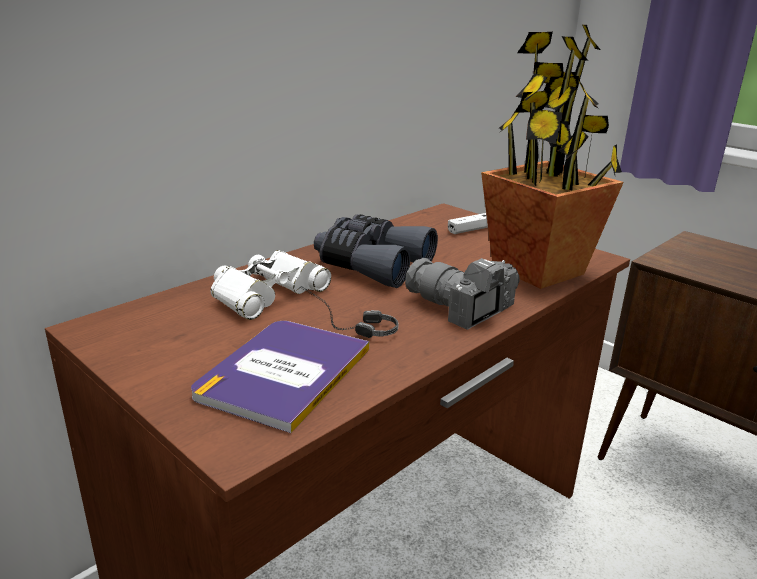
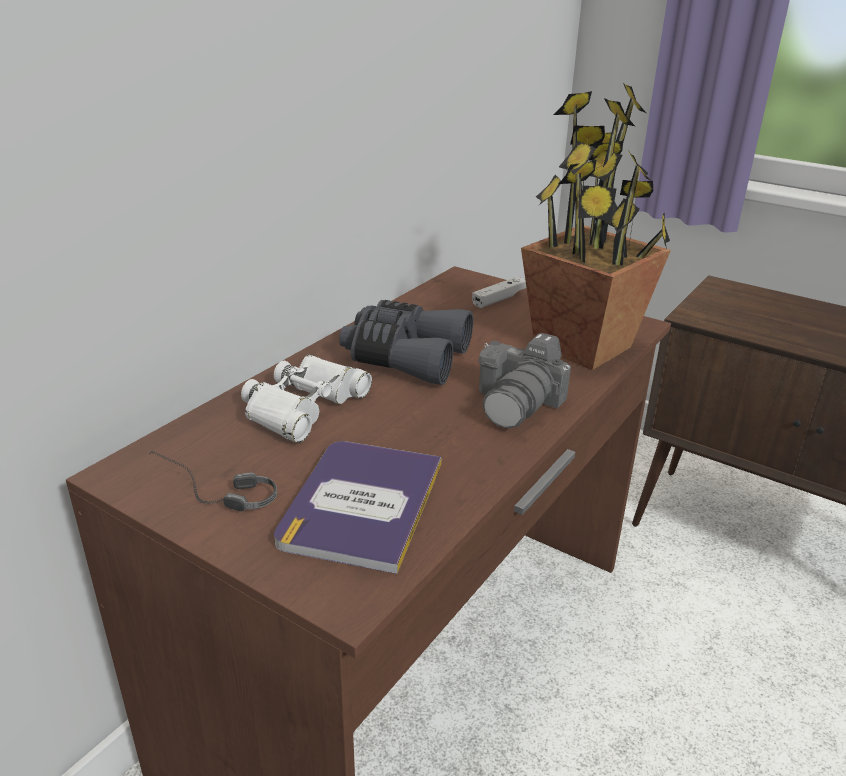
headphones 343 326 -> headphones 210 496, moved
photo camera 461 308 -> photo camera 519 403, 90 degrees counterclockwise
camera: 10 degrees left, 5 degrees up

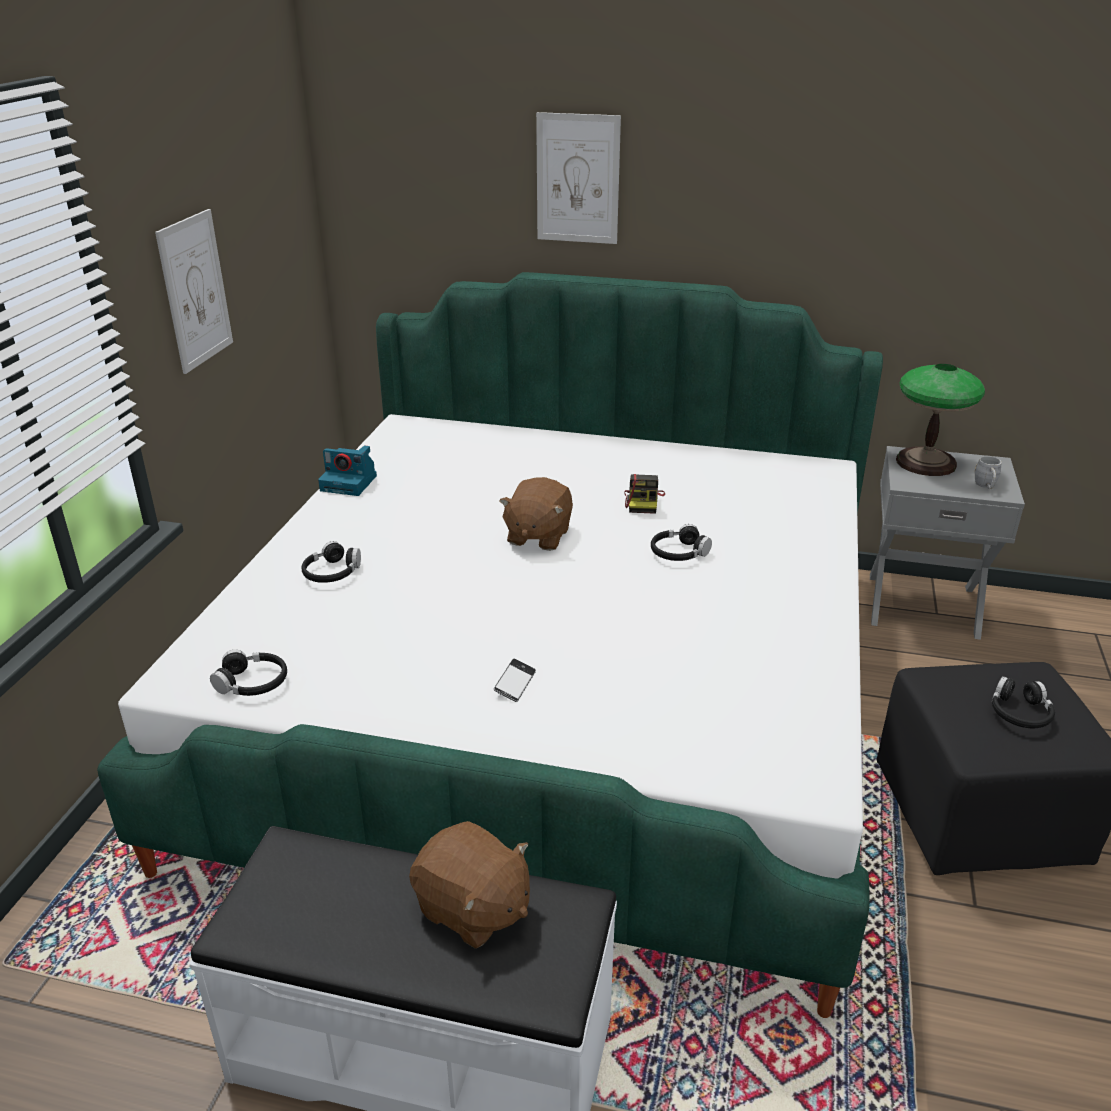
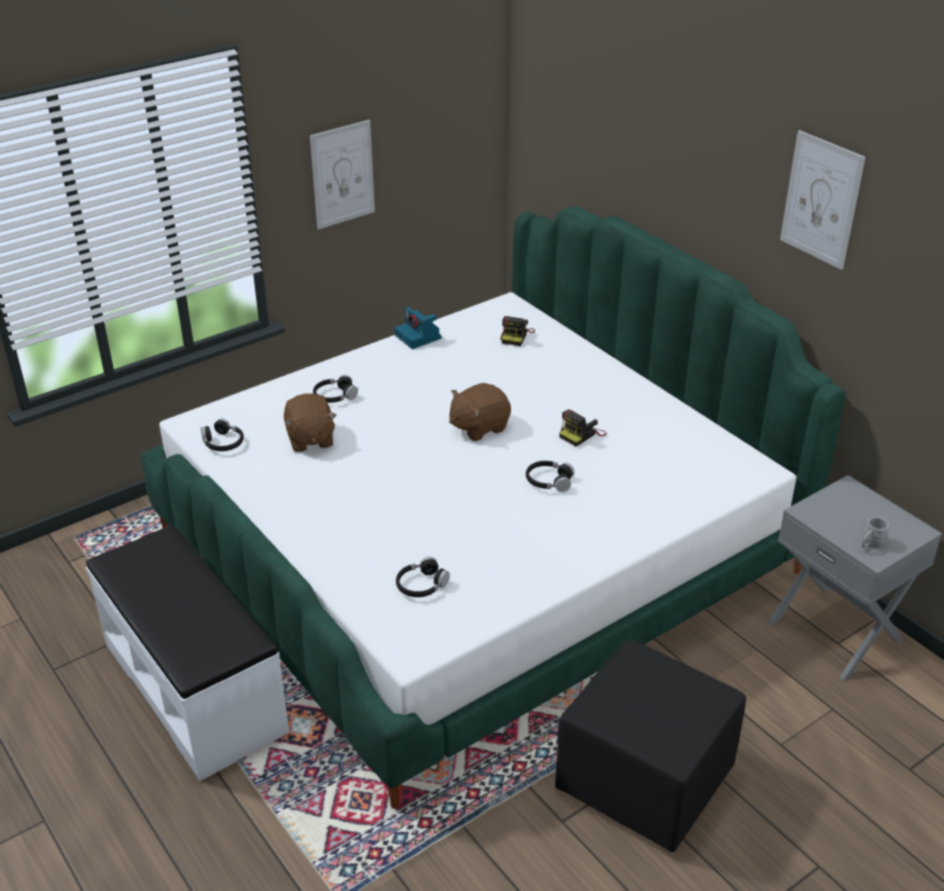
brown plush toy 472 909 -> brown plush toy 310 439, moved
phone 515 684 -> none
picture 577 179 -> picture 821 200, moved
table lamp 925 462 -> none
black headphones 1019 713 -> black headphones 421 585, moved
none -> photo camera 516 336
camera: 40 degrees right, 5 degrees up

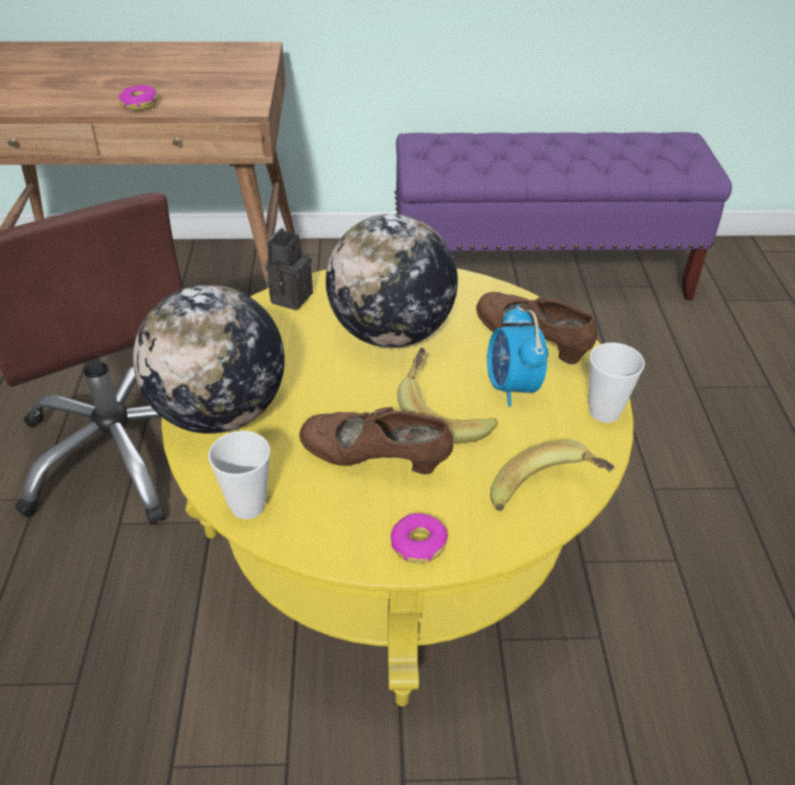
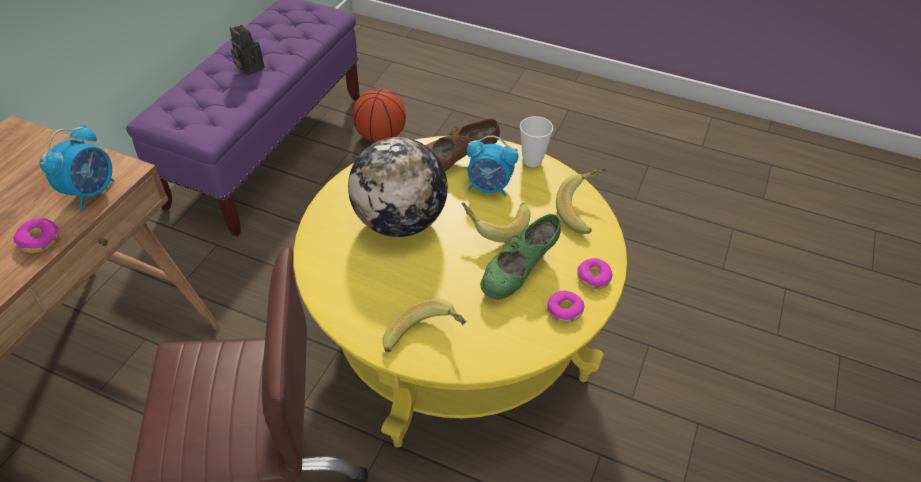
globe 219 413 -> banana 425 340
cup 247 506 -> none
photo camera 290 296 -> photo camera 248 67, moved
brown shoe 375 461 -> green shoe 518 273
none -> alarm clock 91 191
none -> basketball 380 136
none -> donut 564 310
camera: 65 degrees left, 5 degrees up

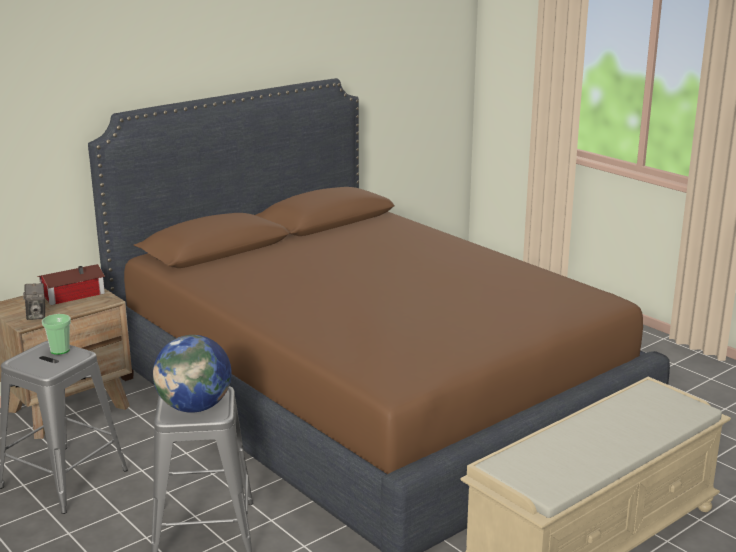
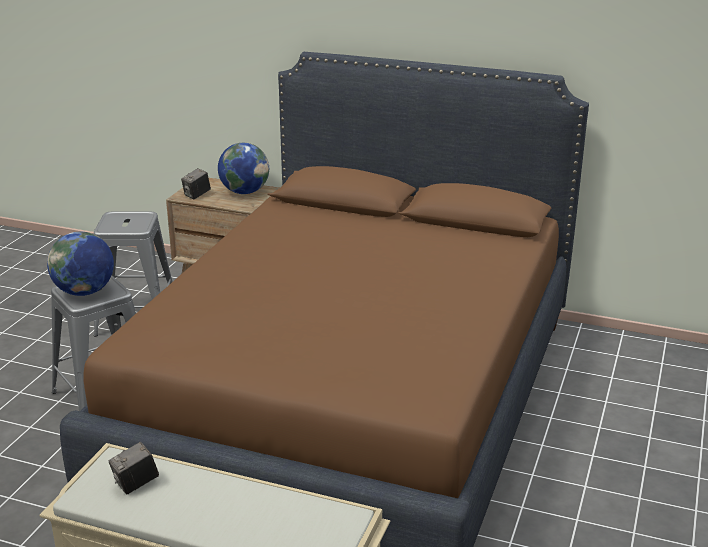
toy house 71 294 -> globe 244 192
cup 60 350 -> none
none -> photo camera 136 484
camera: 60 degrees right, 5 degrees up

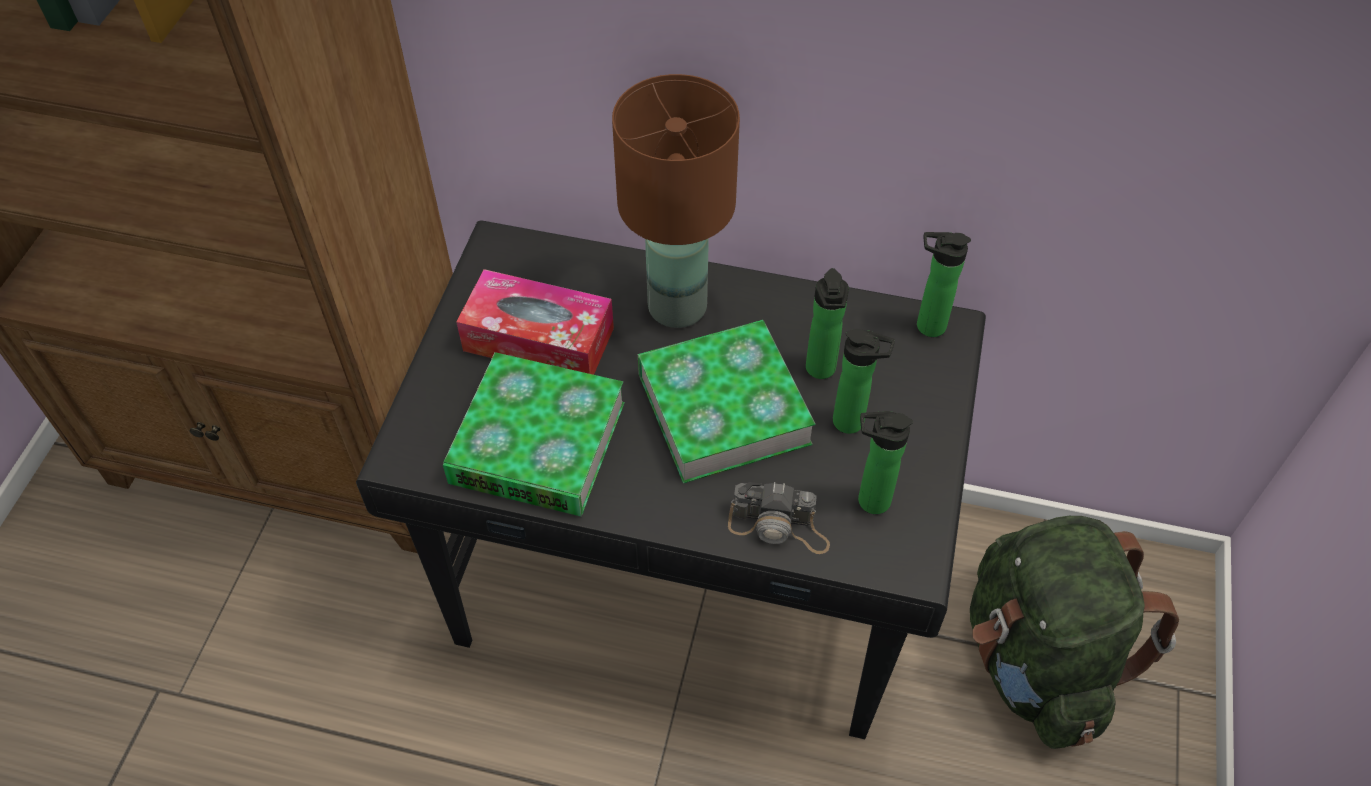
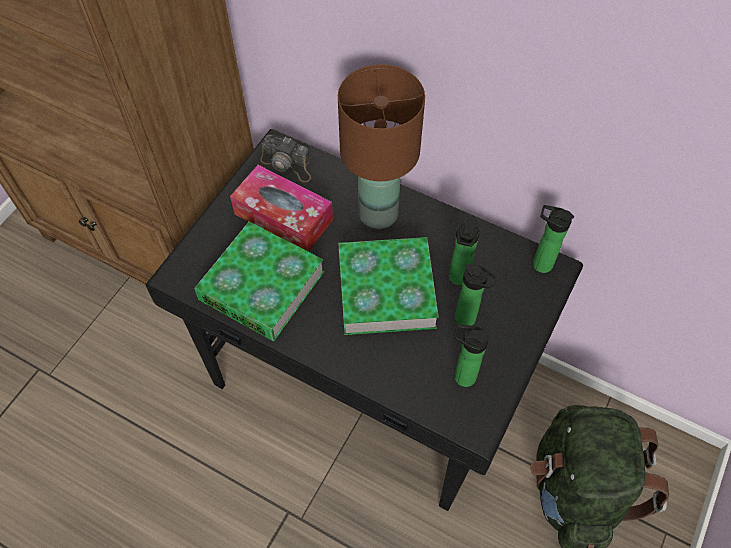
photo camera 779 527 -> photo camera 287 164, moved
camera: 15 degrees right, 5 degrees up

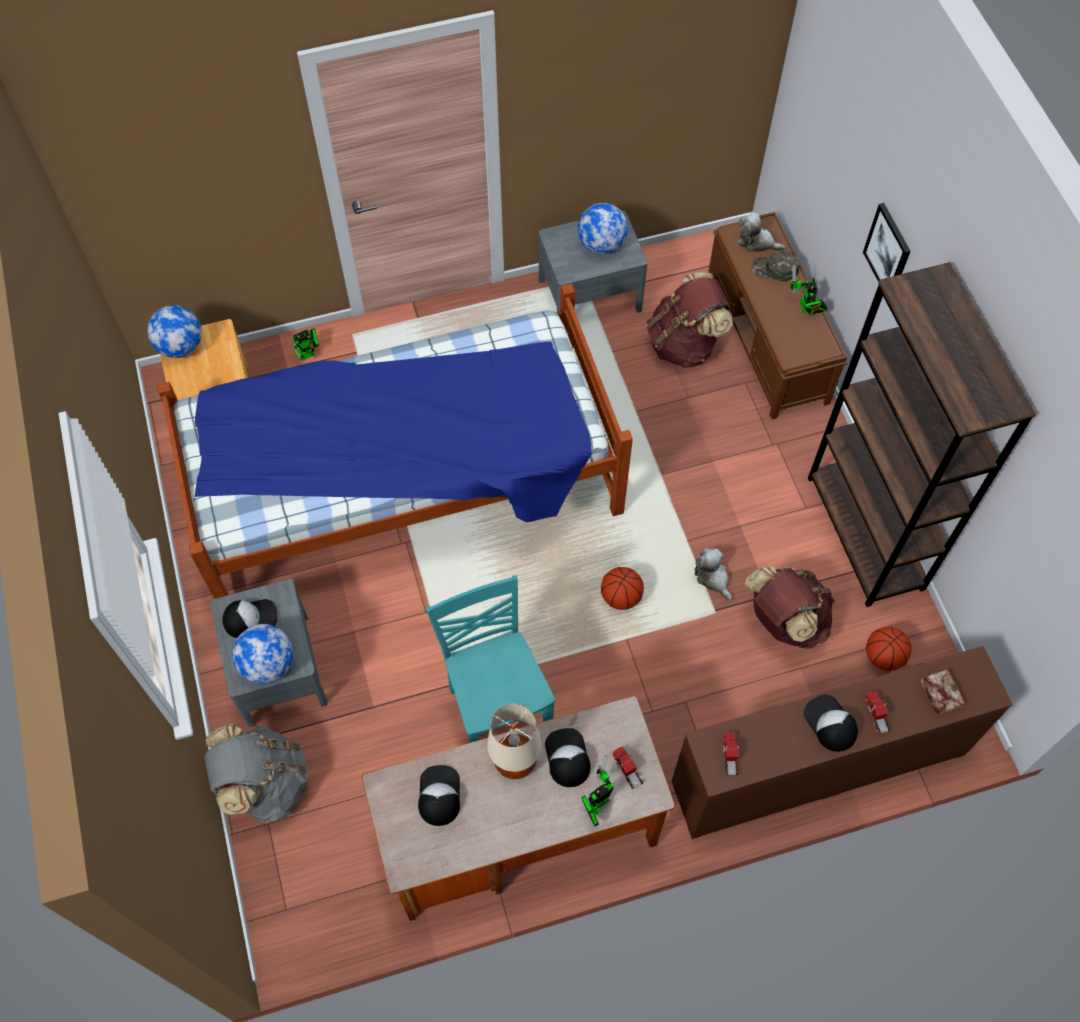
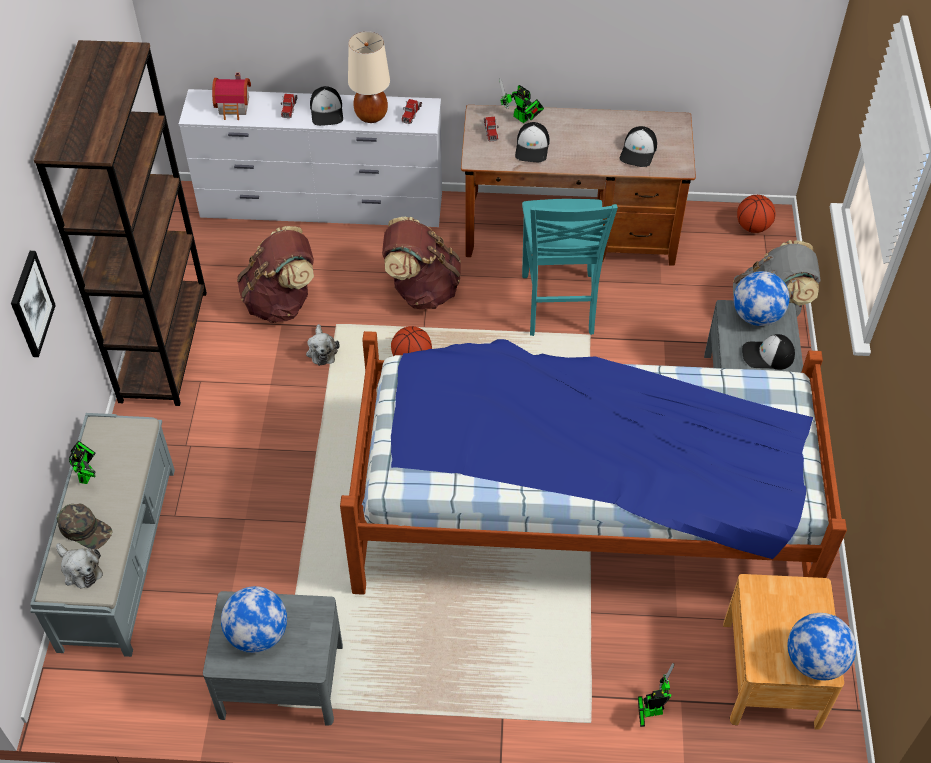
beige table lamp 515 761 -> beige table lamp 371 116, moved
toy robot 597 804 -> toy robot 522 119, 60 degrees clockwise
brown backpack 684 344 -> brown backpack 421 290, moved
brown dresser 817 767 -> white dresser 322 207
brown bench 767 340 -> grey bench 118 555
basketball 883 656 -> basketball 752 227, moved
book 939 693 -> toy house 235 107
camera: 160 degrees left, 10 degrees down

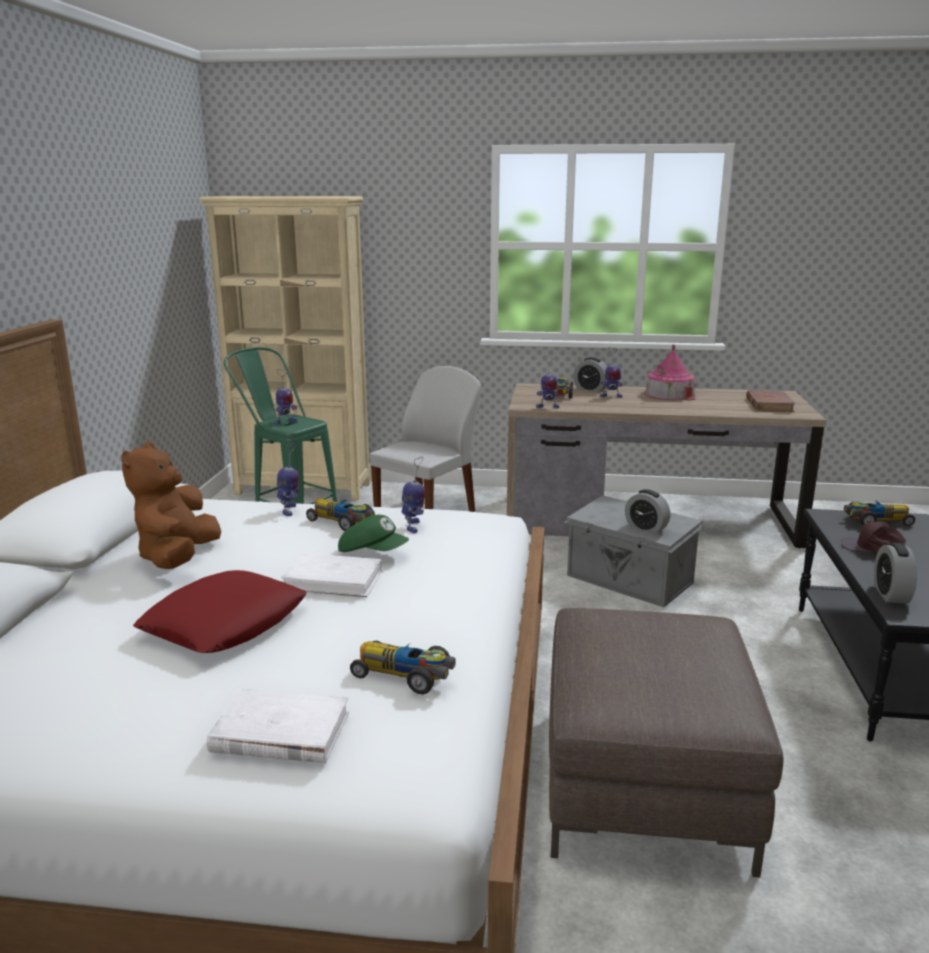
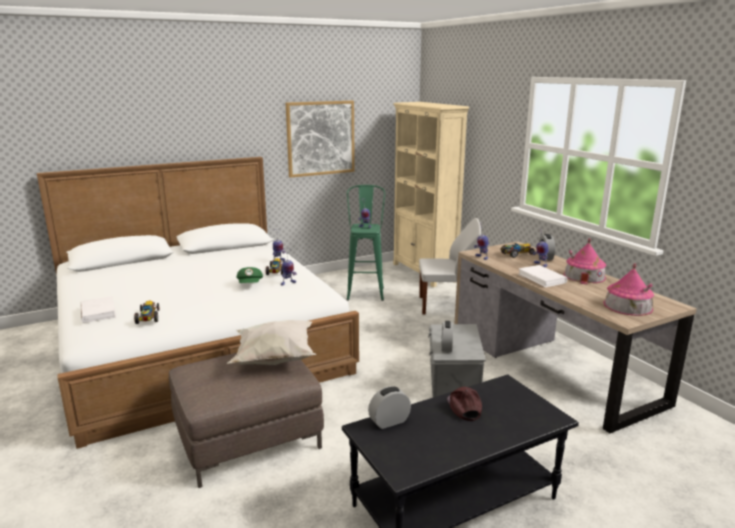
brown plush toy 178 558 -> none
red pillow 225 623 -> none
white book 334 580 -> white book 542 278, moved
brown book 769 404 -> toy house 627 306
toy car 875 521 -> none
none -> white pillow 274 359
none -> picture 320 138
camera: 55 degrees right, 0 degrees up

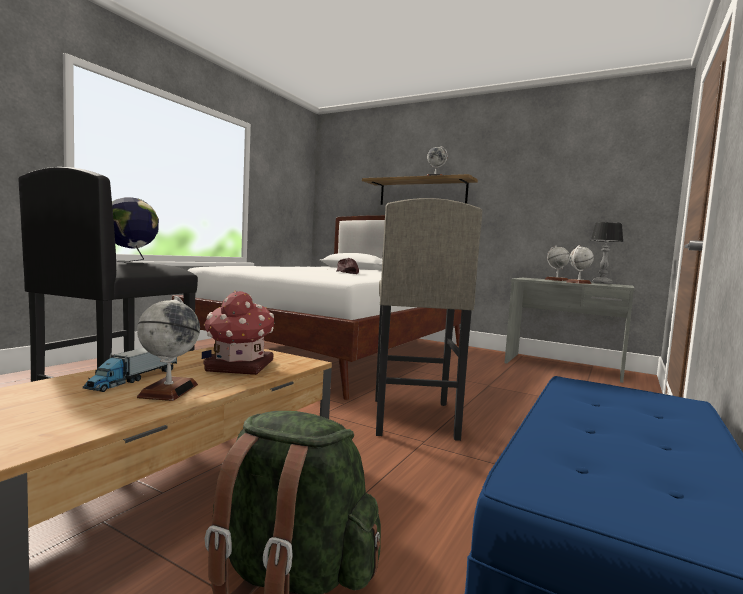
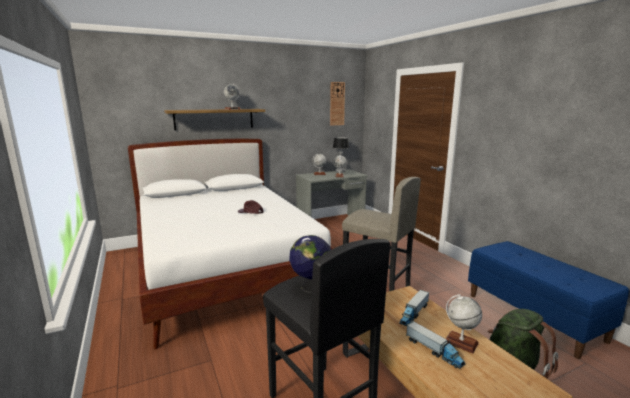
toy house 239 366 -> toy truck 414 313
none -> wall clock 337 103
camera: 55 degrees left, 10 degrees up

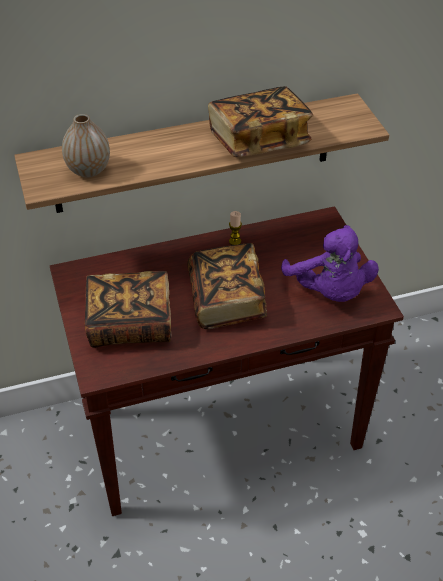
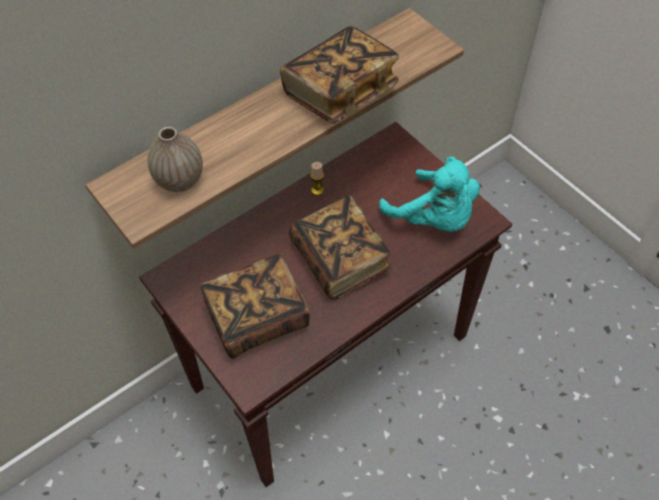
purple plush toy 329 291 -> turquoise plush toy 433 218
camera: 20 degrees left, 10 degrees up

